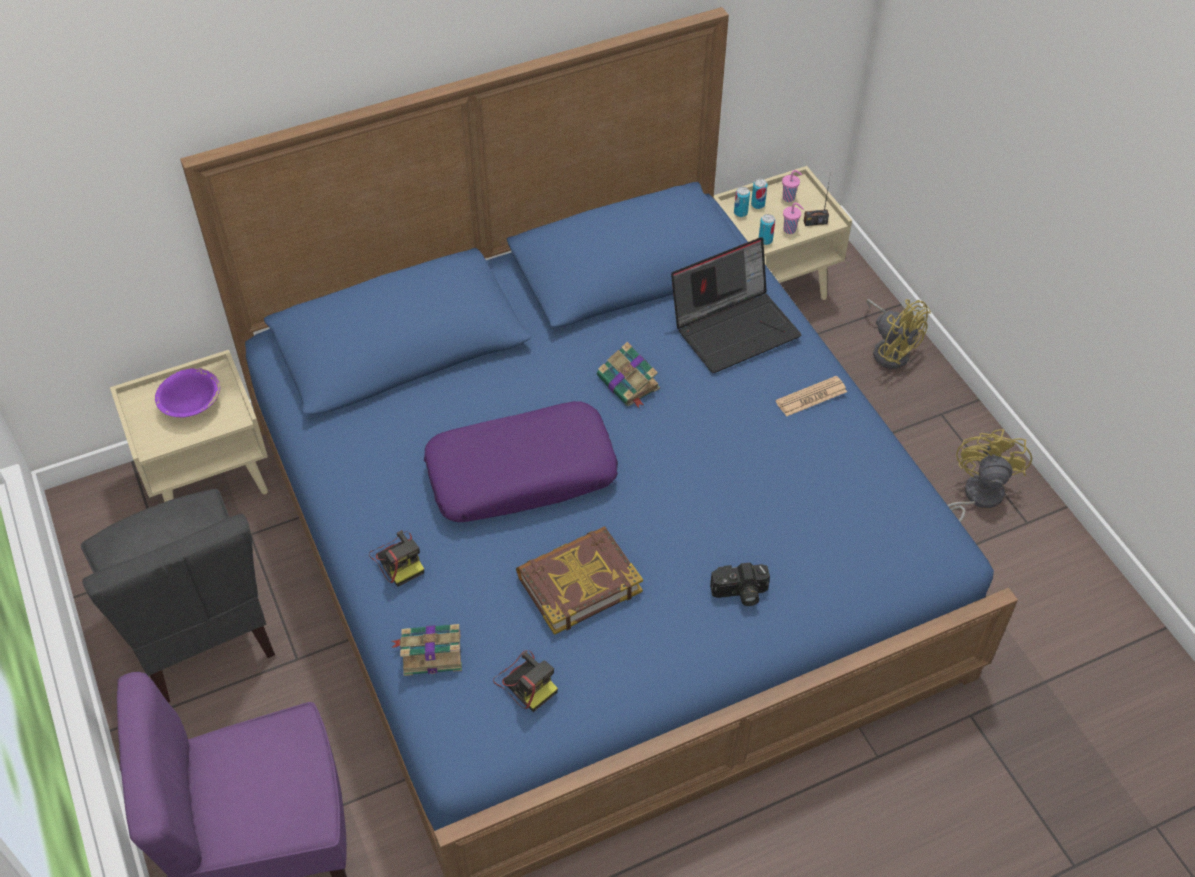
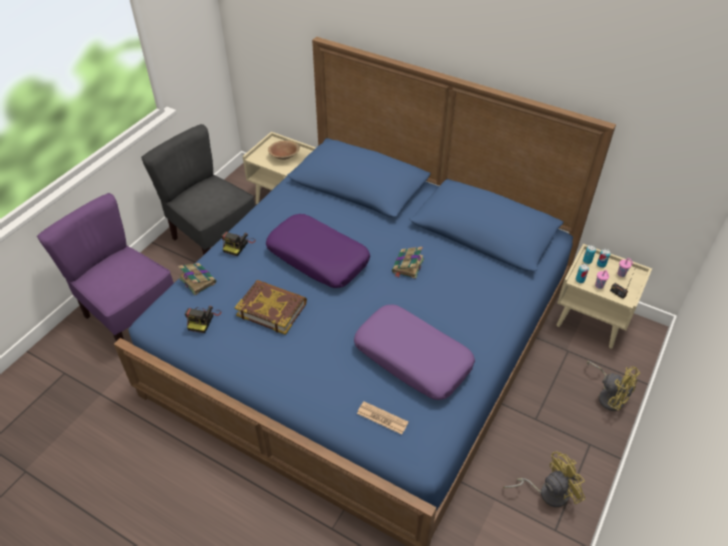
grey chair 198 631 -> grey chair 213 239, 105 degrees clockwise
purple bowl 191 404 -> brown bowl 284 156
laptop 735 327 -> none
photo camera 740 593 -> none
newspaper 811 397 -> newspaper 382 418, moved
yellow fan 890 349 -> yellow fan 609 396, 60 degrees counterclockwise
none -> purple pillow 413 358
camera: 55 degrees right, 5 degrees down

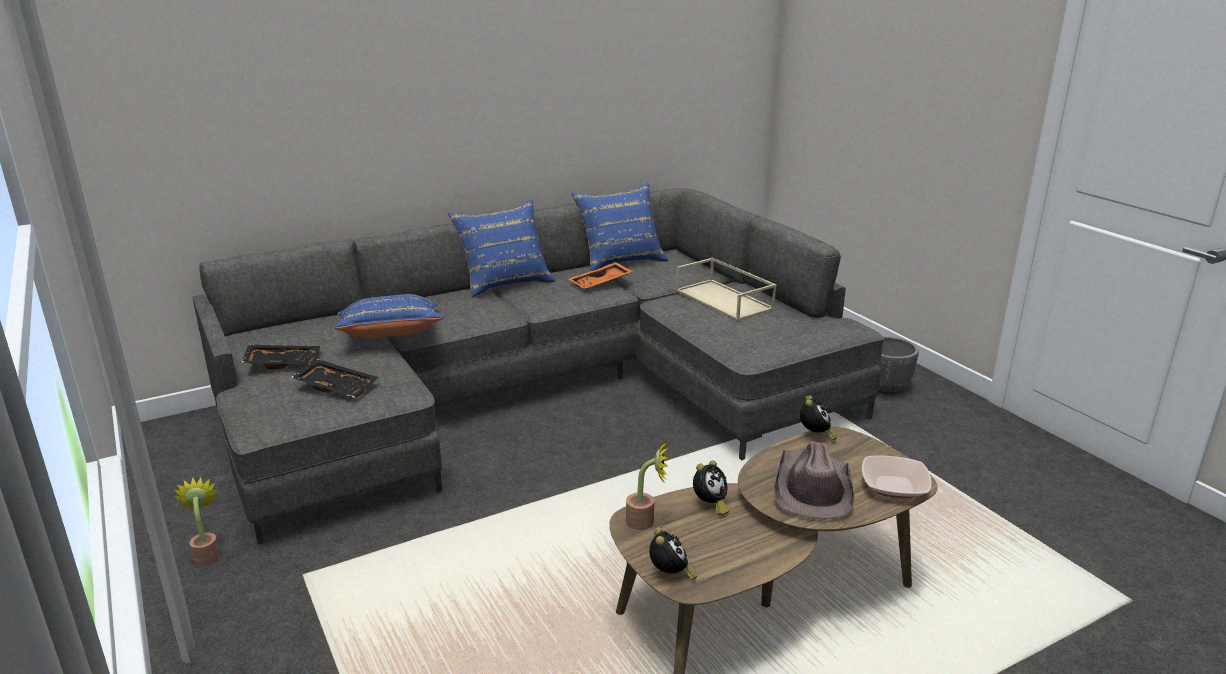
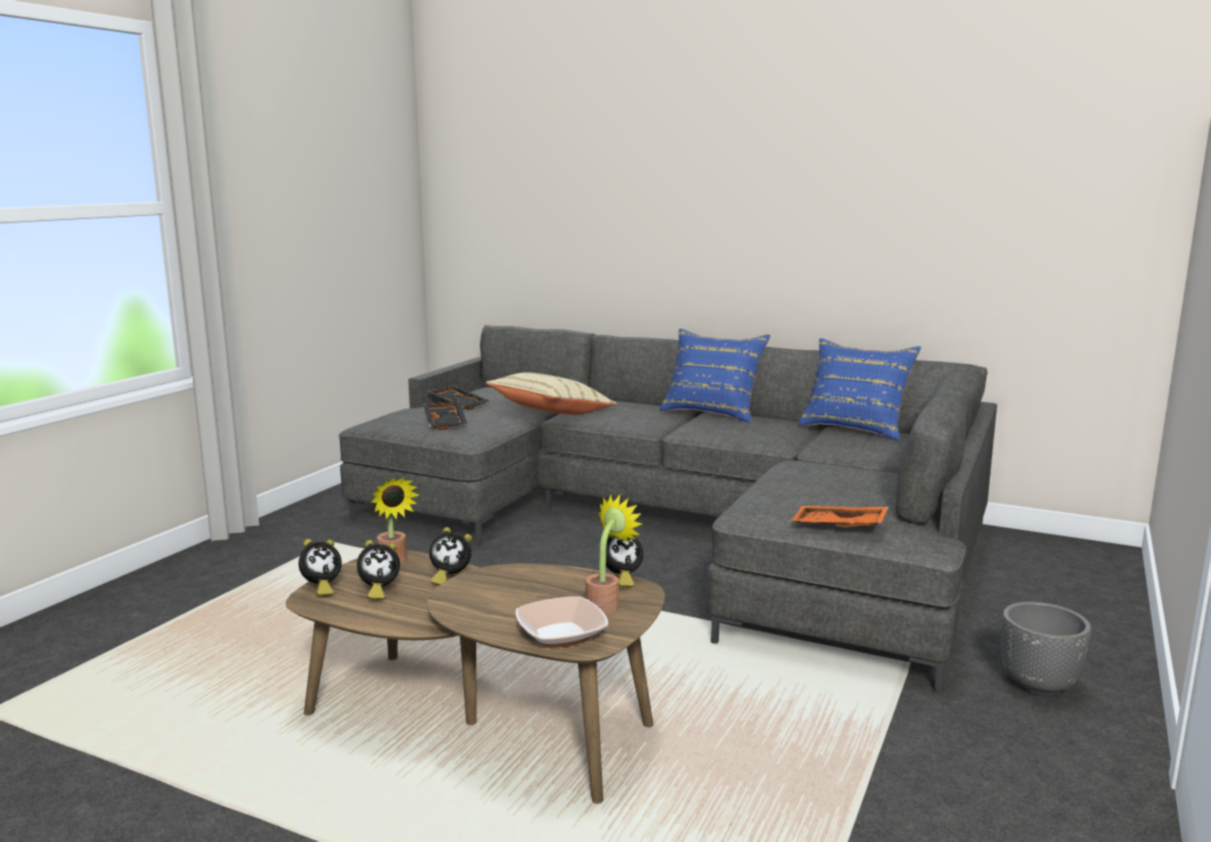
potted plant 207 554 -> potted plant 606 605, moved
blue pillow 391 335 -> beige pillow 551 413
orange tray 601 283 -> orange tray 838 527, moved
beige tray 725 300 -> none
brown hat 812 488 -> none
none -> alarm clock 378 591
camera: 55 degrees right, 10 degrees down

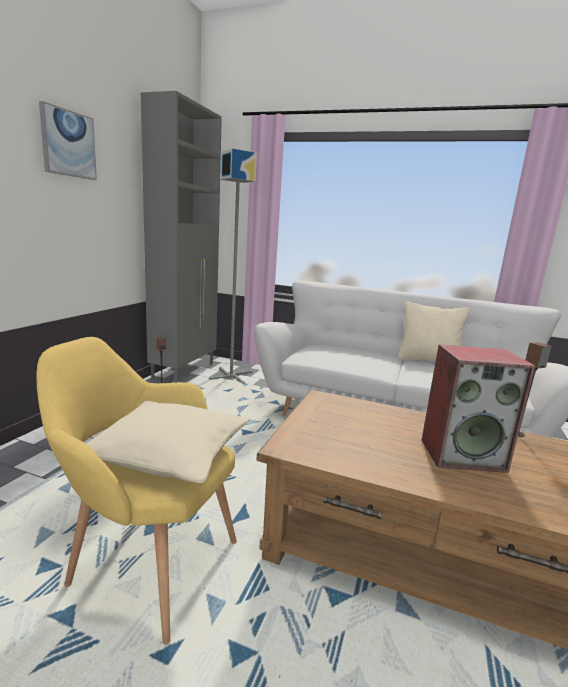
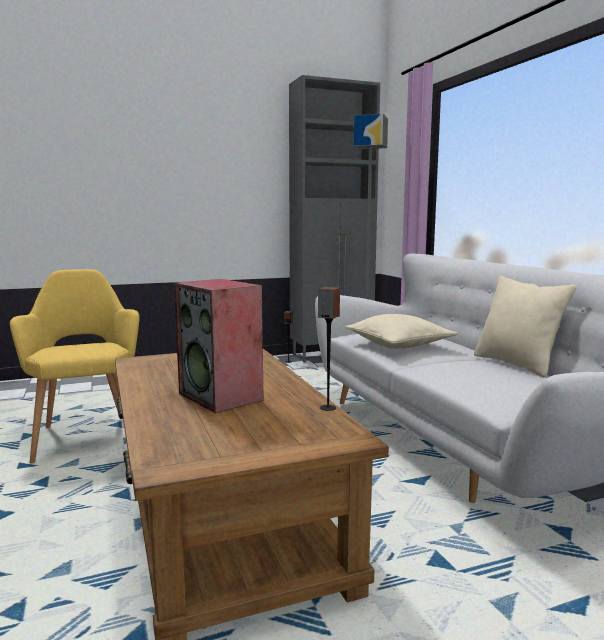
picture 68 143 -> none
beige pillow 170 455 -> beige pillow 399 344, moved
camera: 50 degrees right, 5 degrees down

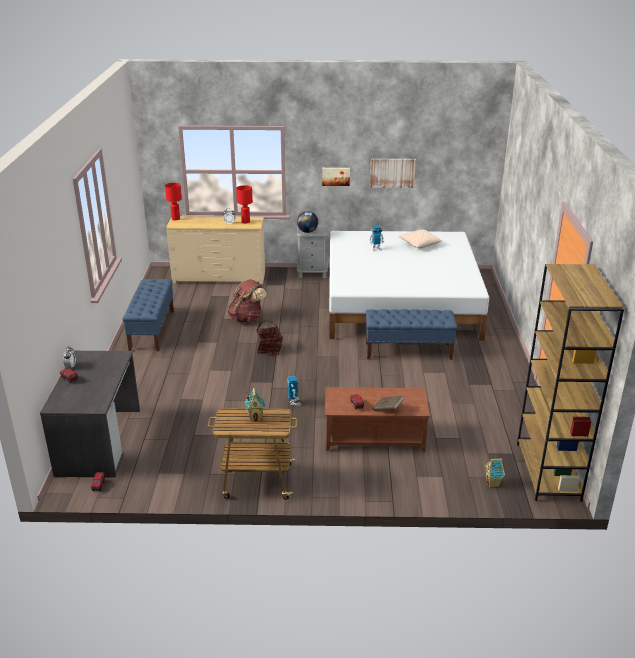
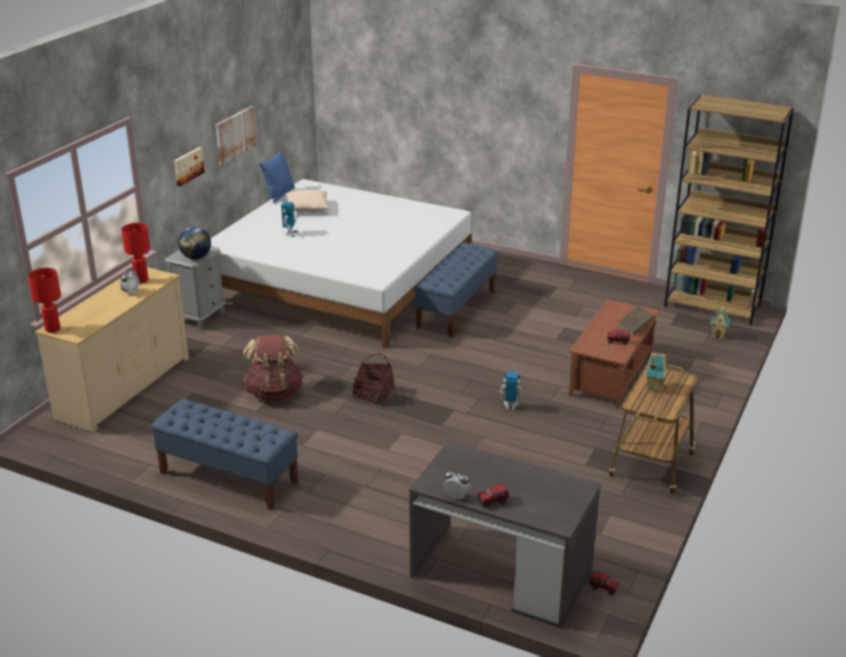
none -> blue pillow 279 195
camera: 65 degrees left, 0 degrees up

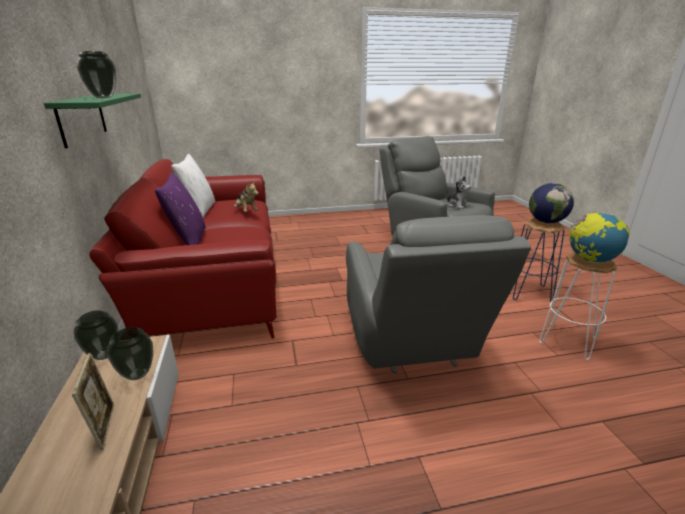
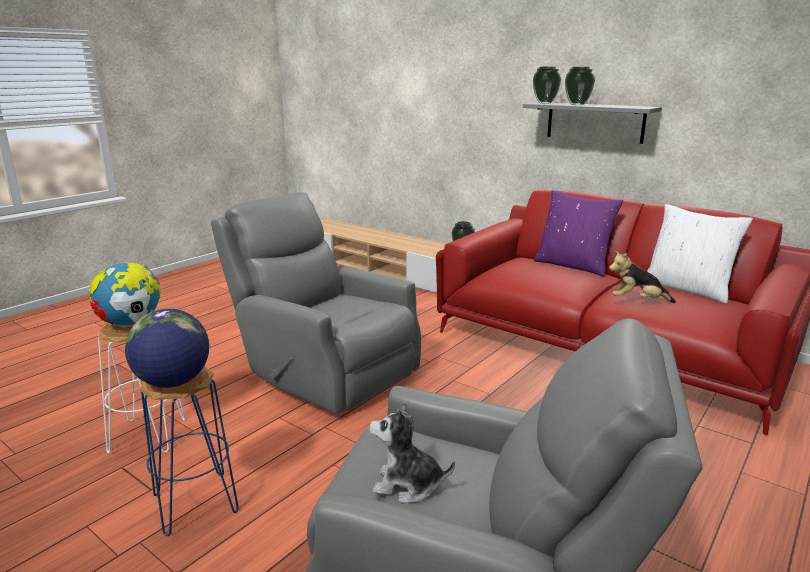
green shelf 82 118 -> grey shelf 595 122
picture frame 105 426 -> none
vase 138 374 -> vase 544 103, moved
camera: 140 degrees right, 5 degrees down

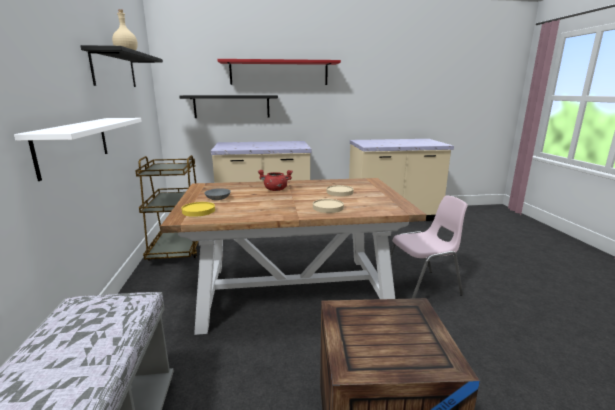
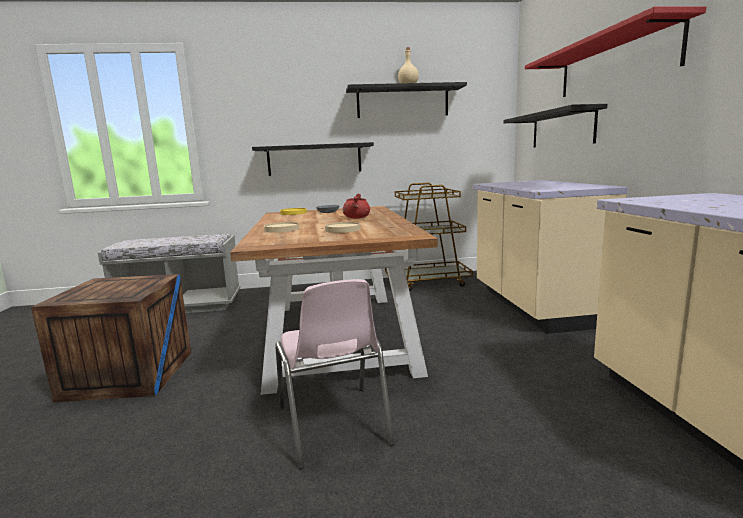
white shelf 74 144 -> black shelf 314 159
camera: 90 degrees right, 5 degrees down

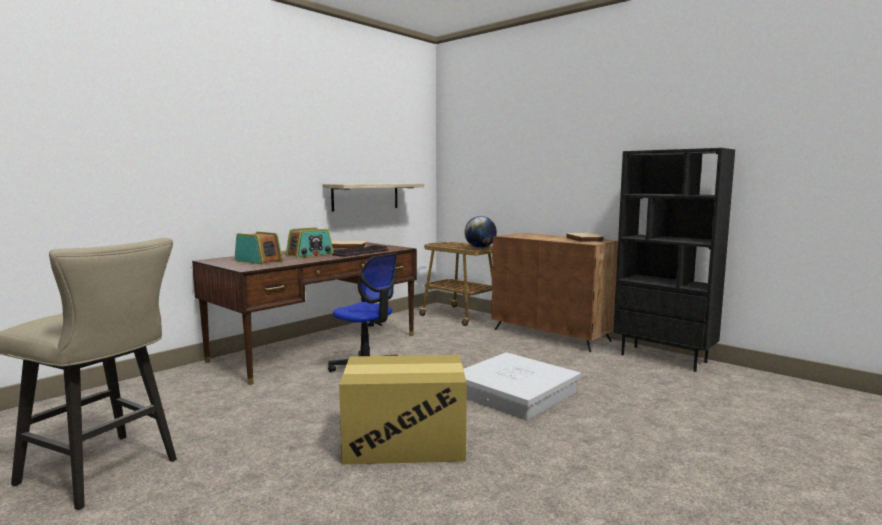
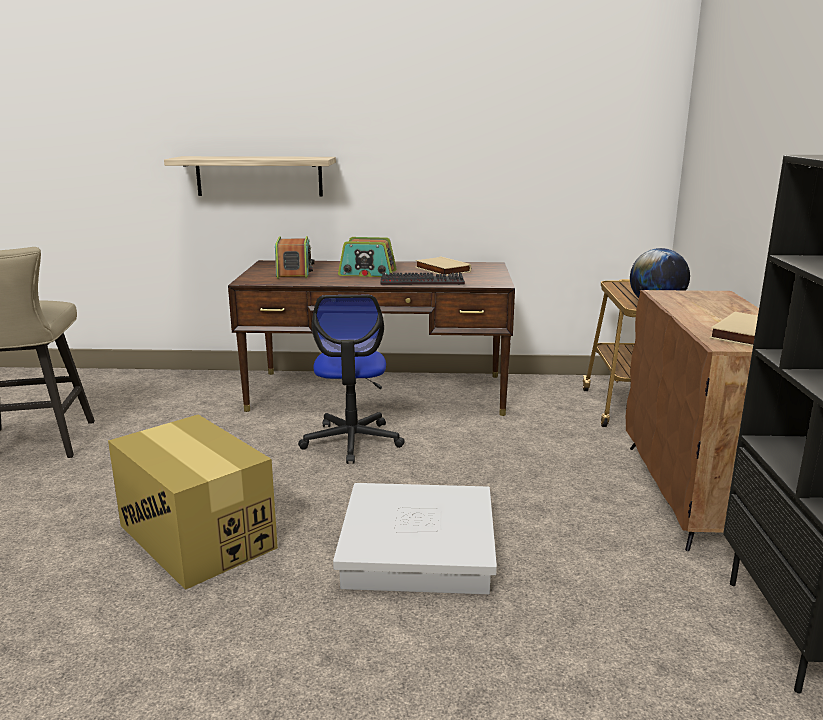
shelf 365 196 -> shelf 259 176, moved
camera: 50 degrees right, 10 degrees up

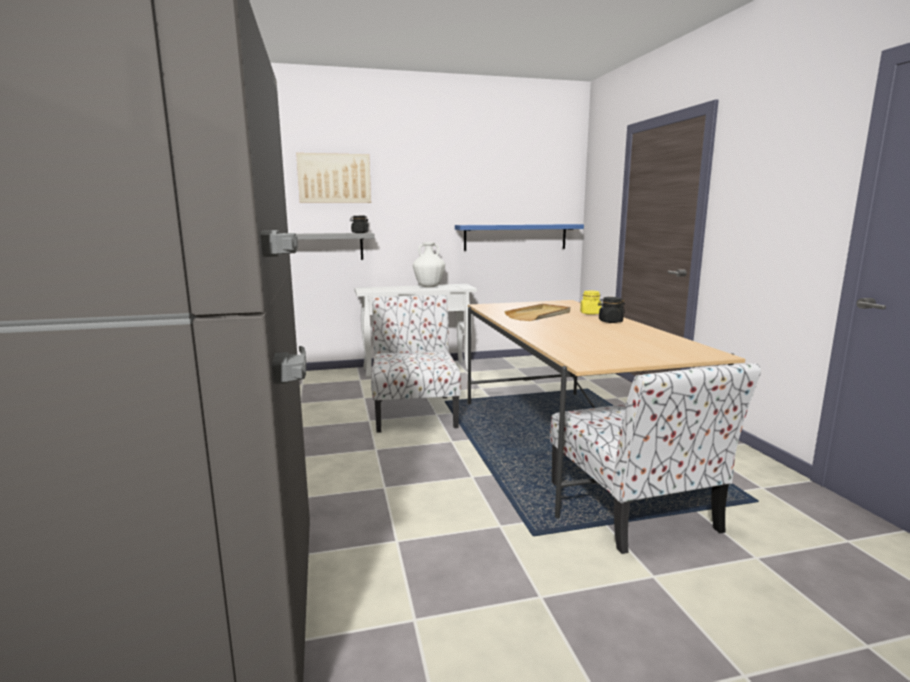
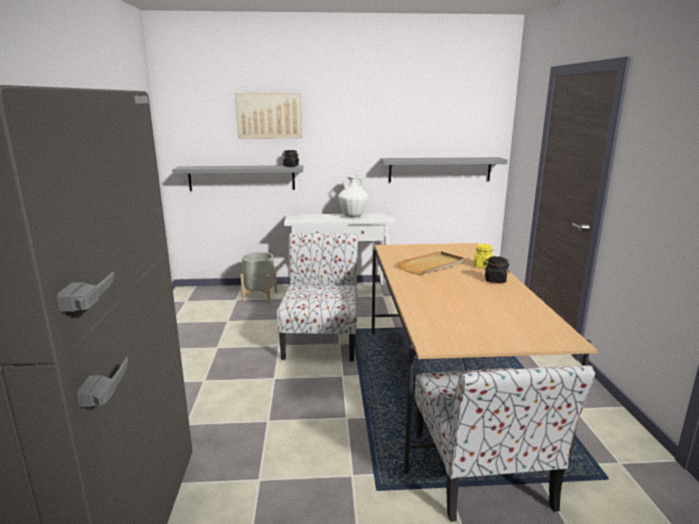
blue shelf 515 237 -> grey shelf 440 169
none -> grey planter 260 296
camera: 10 degrees right, 5 degrees up

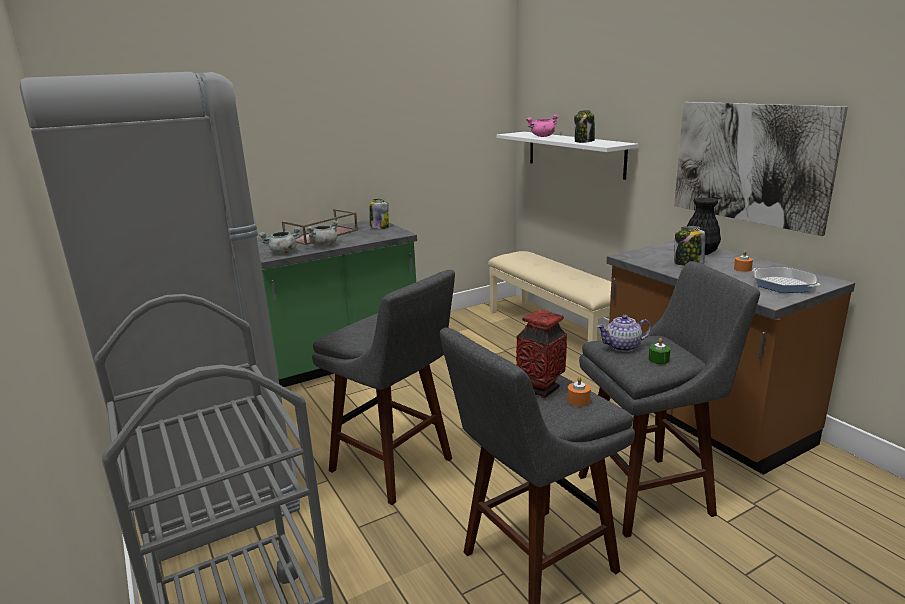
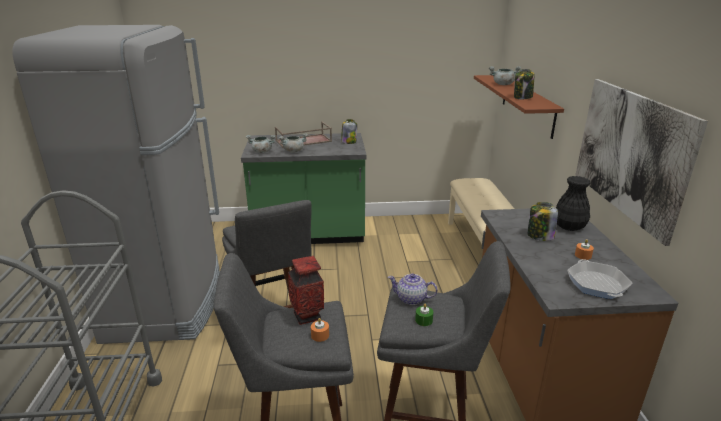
white shelf 574 153 -> brown shelf 527 104
pink cooking pot 542 136 -> grey cooking pot 503 84
camera: 25 degrees right, 5 degrees up

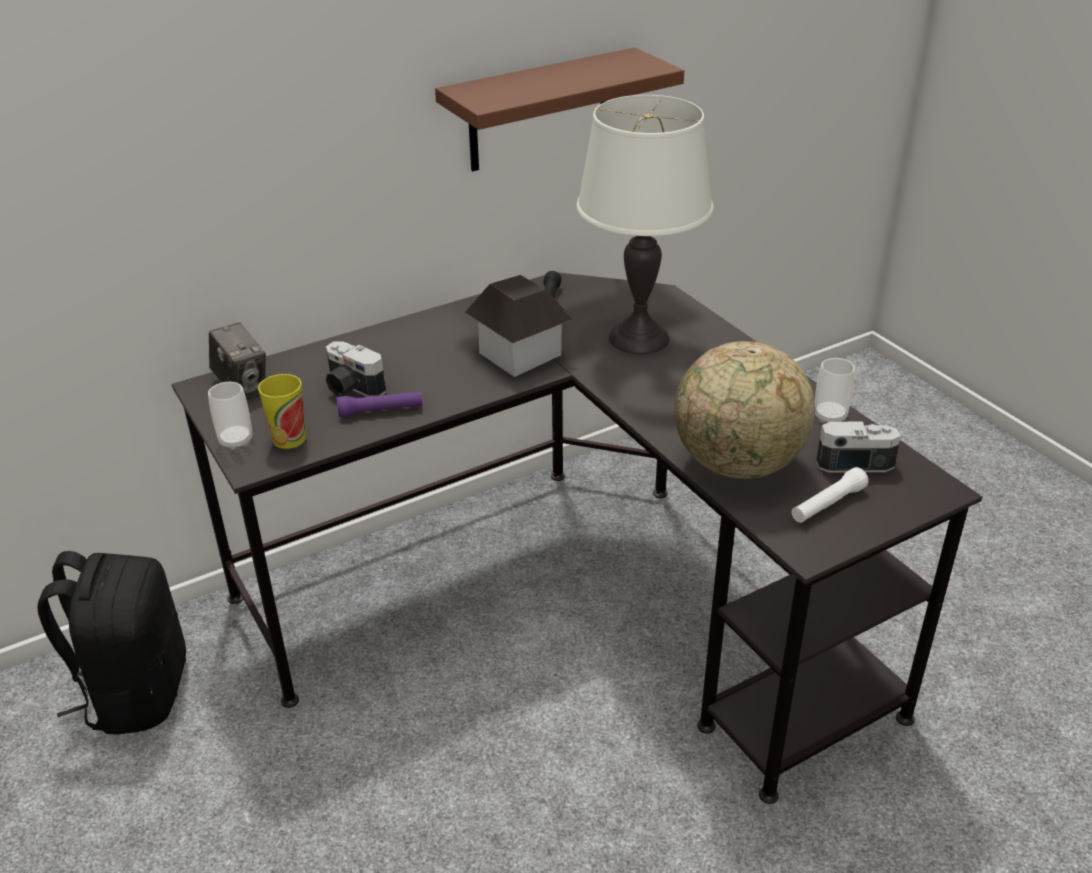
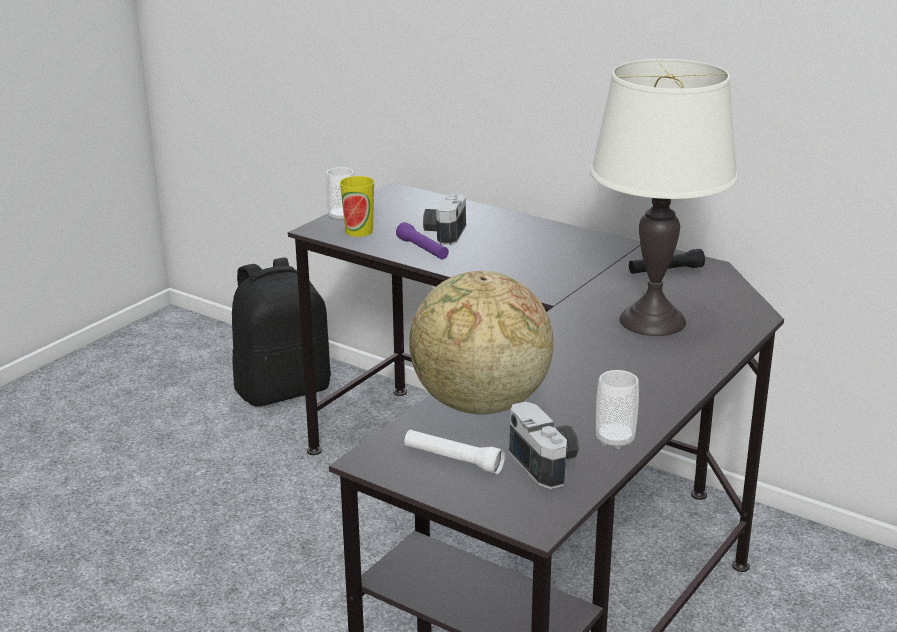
photo camera 242 384 -> none
brown shelf 539 111 -> none
toy house 519 353 -> none
camera: 65 degrees right, 10 degrees down

